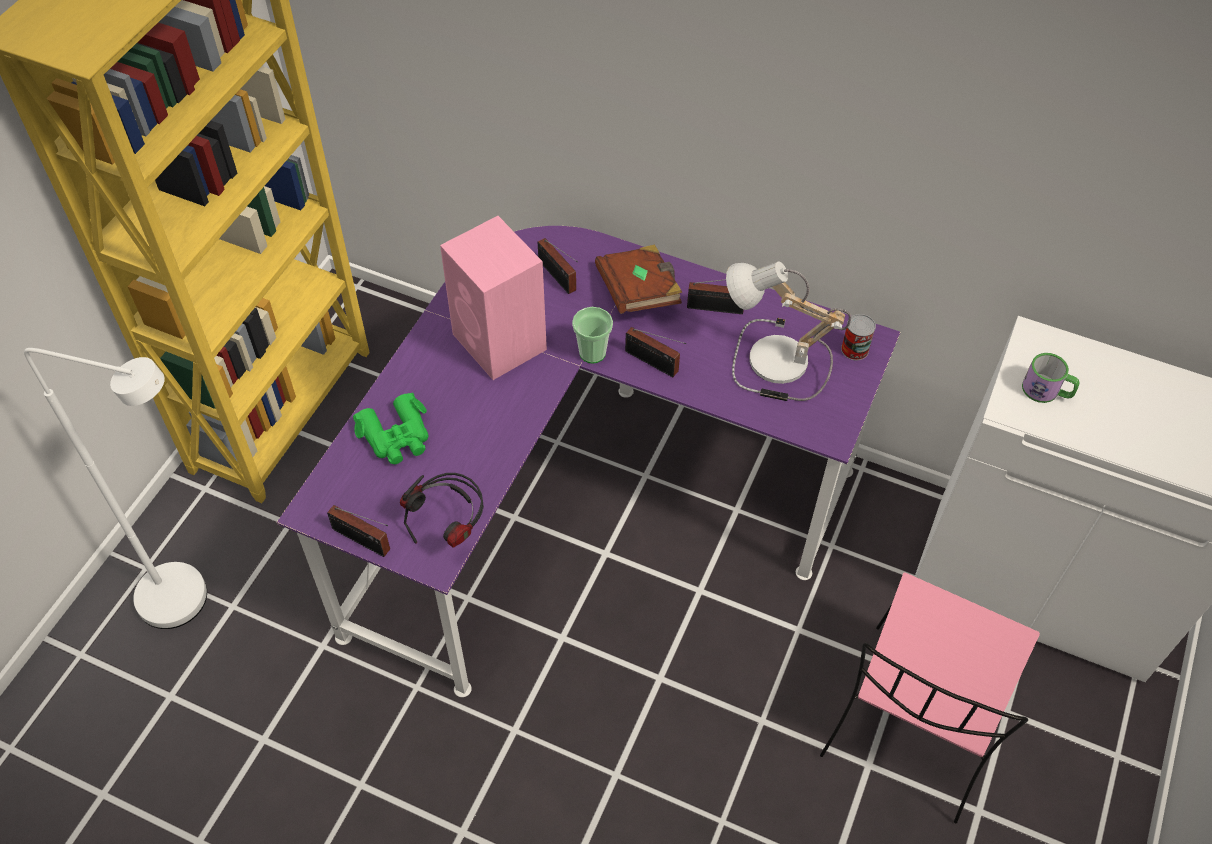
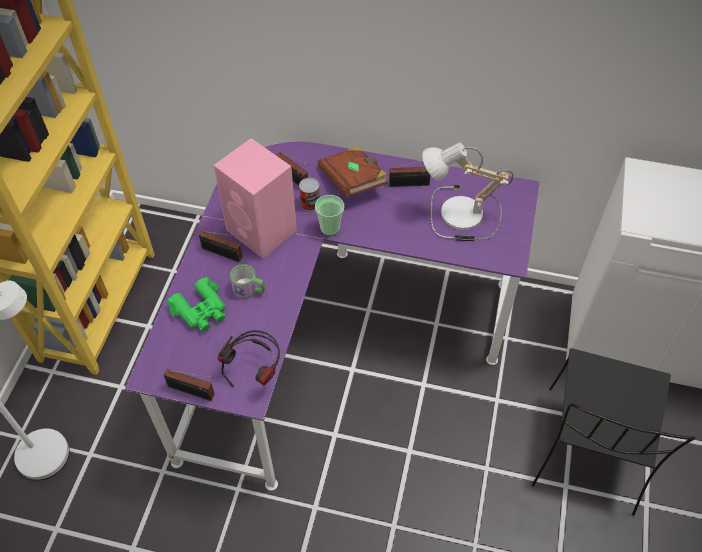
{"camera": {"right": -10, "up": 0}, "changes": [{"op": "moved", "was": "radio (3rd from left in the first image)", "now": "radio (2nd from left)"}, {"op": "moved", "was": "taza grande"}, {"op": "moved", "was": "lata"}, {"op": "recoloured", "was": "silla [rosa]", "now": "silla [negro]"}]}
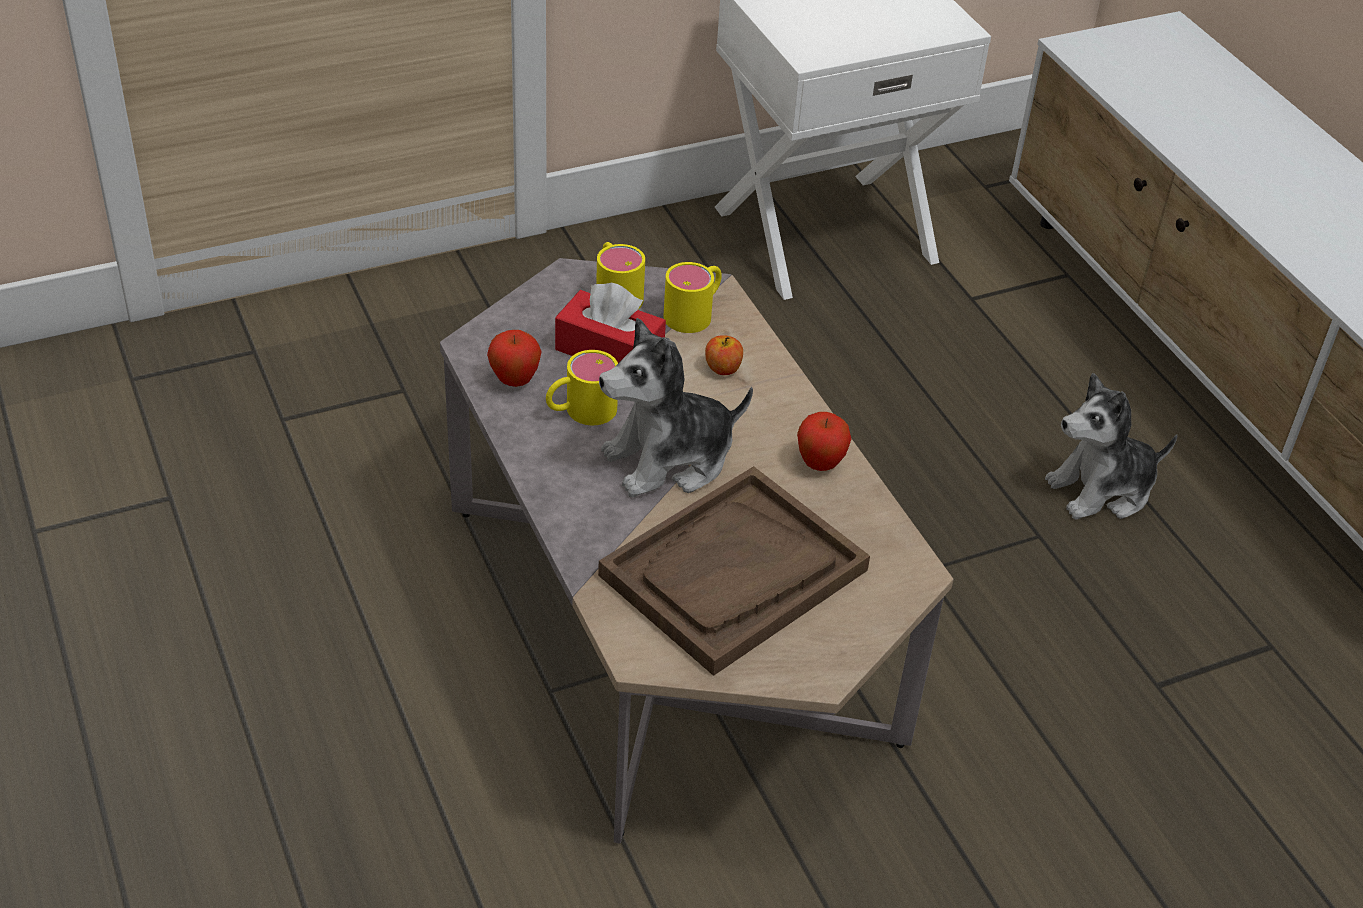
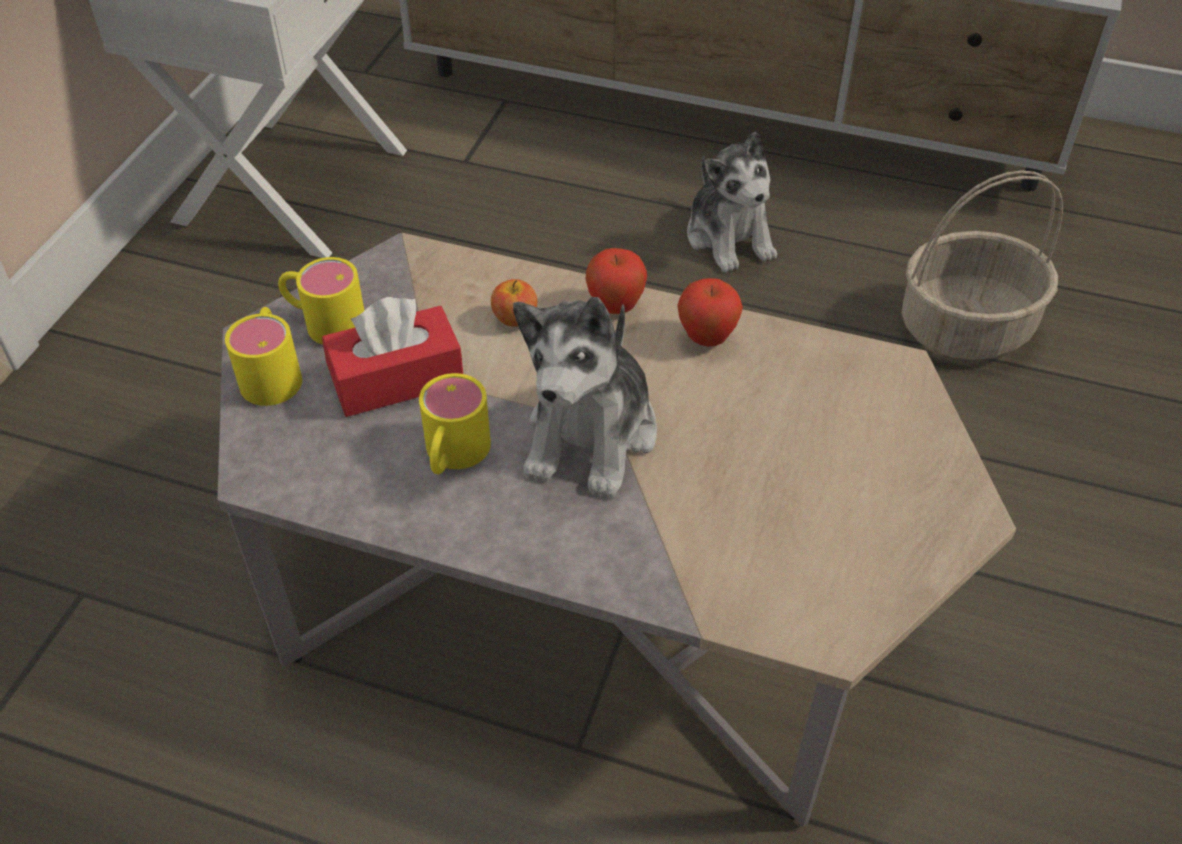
{"camera": {"right": -45, "up": 5}, "changes": [{"op": "moved", "was": "taza grande [amarillo] (3rd from left in the first image)", "now": "taza grande [amarillo] (1st from left)"}, {"op": "moved", "was": "manzana (1st from left in the first image)", "now": "manzana (2nd from left)"}, {"op": "turned", "was": "peluche (2nd from left)", "clockwise": -45}, {"op": "added", "now": "cesta"}, {"op": "removed", "was": "bandeja [marrón]"}]}
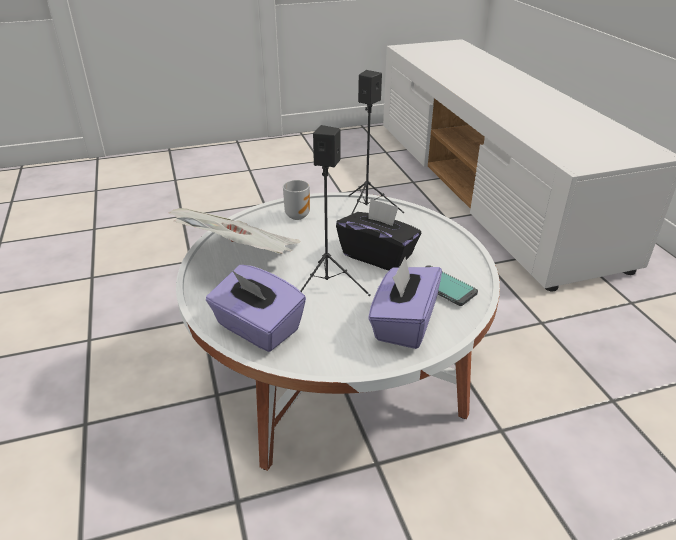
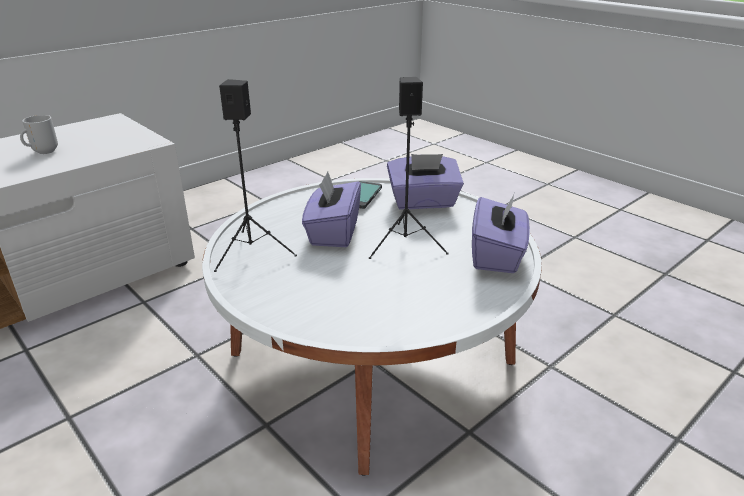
{"camera": {"right": -115, "up": -5}, "changes": [{"op": "moved", "was": "taza grande"}, {"op": "recoloured", "was": "caja de pañuelos [negro]", "now": "caja de pañuelos [morado] (1st from left)"}, {"op": "removed", "was": "periódico"}]}
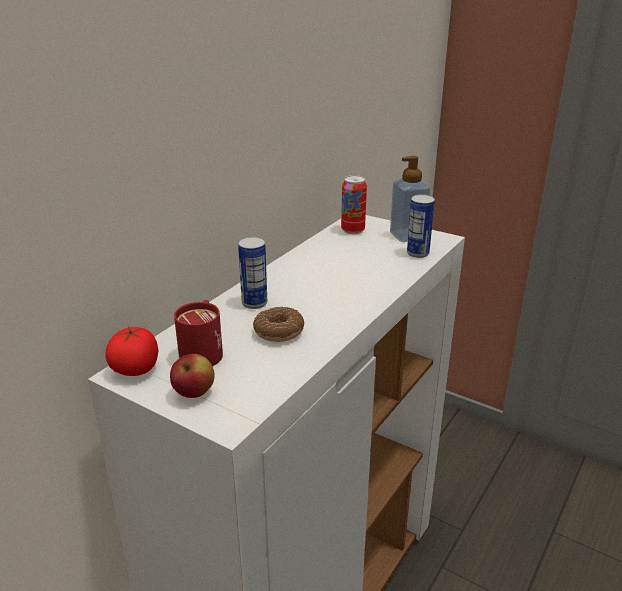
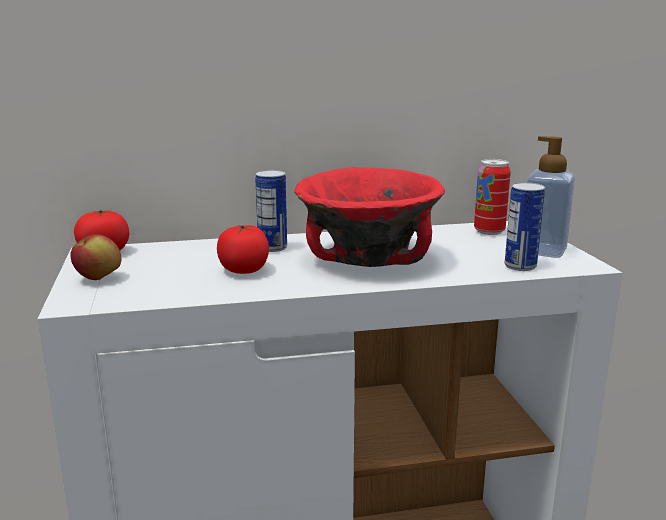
{"camera": {"right": 45, "up": -10}, "changes": [{"op": "replaced", "was": "rosquilla", "now": "tomate (2nd from left)"}, {"op": "added", "now": "cuenco [rojo]"}, {"op": "removed", "was": "taza grande [rojo]"}]}
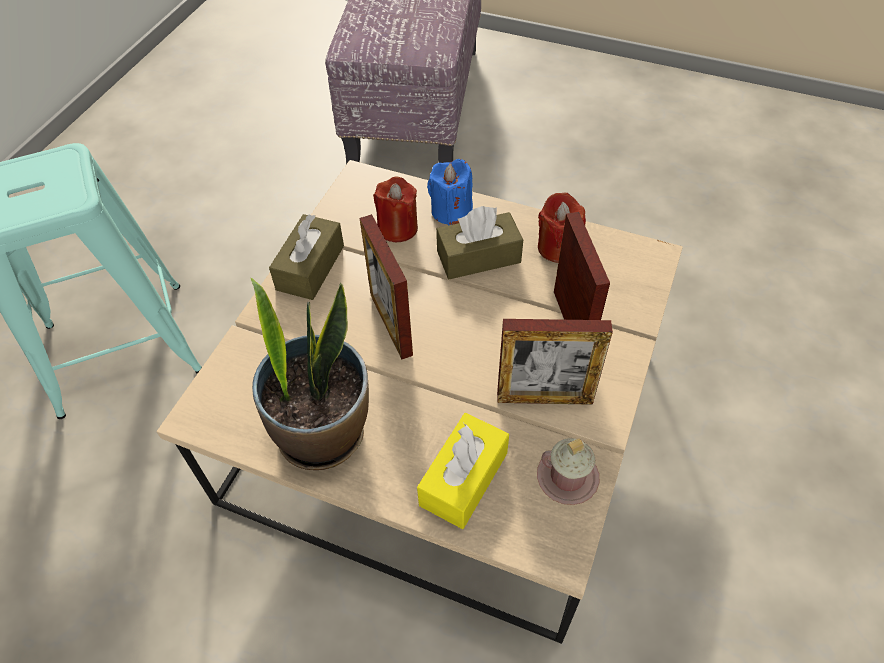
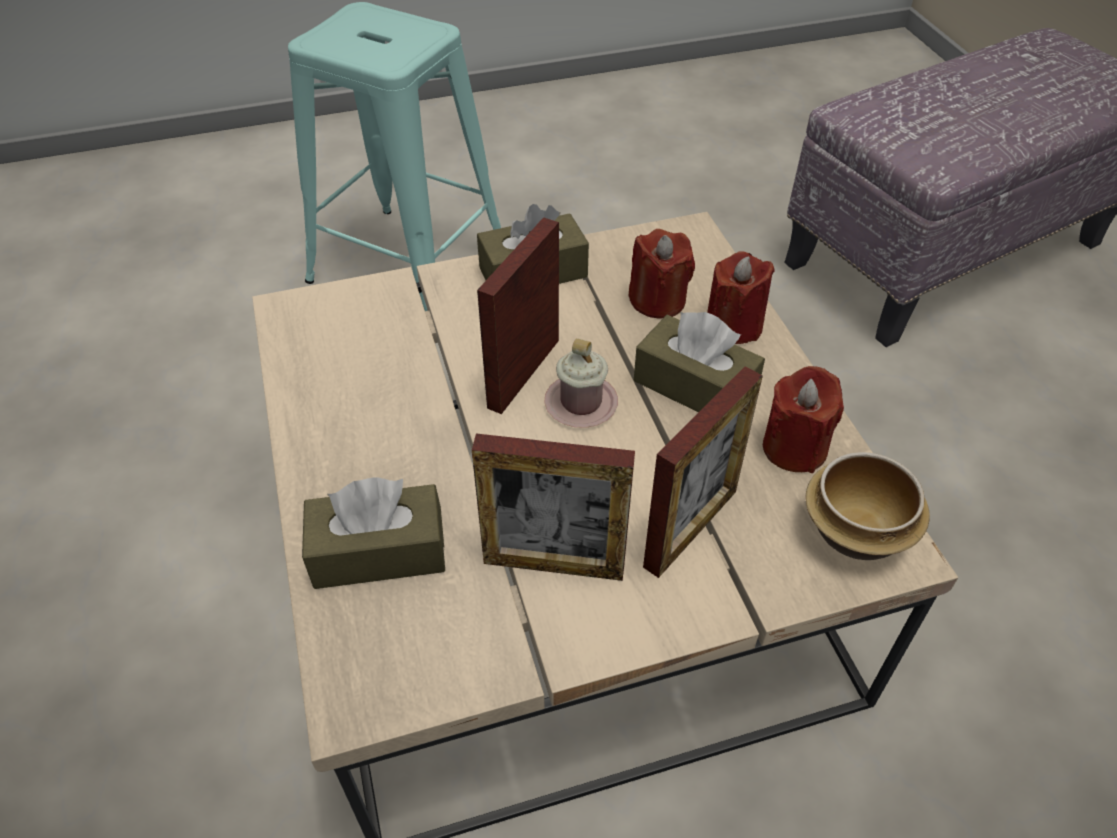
{"camera": {"right": 50, "up": -5}, "changes": [{"op": "recoloured", "was": "caja de pañuelos [amarillo]", "now": "caja de pañuelos [marrón] (1st from left)"}, {"op": "turned", "was": "portarretratos (2nd from left)", "clockwise": -45}, {"op": "moved", "was": "taza grande [rosa]"}, {"op": "recoloured", "was": "vela [azul]", "now": "vela [rojo] (2nd from left)"}, {"op": "added", "now": "cuenco"}, {"op": "removed", "was": "planta en maceta"}]}
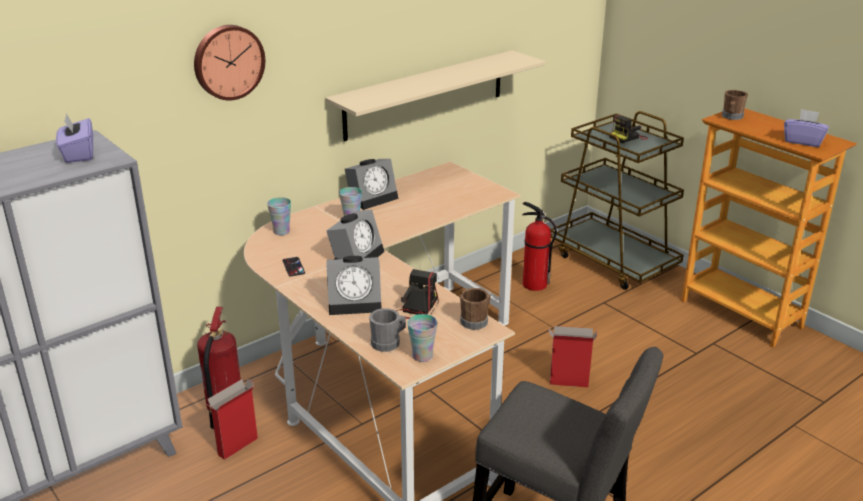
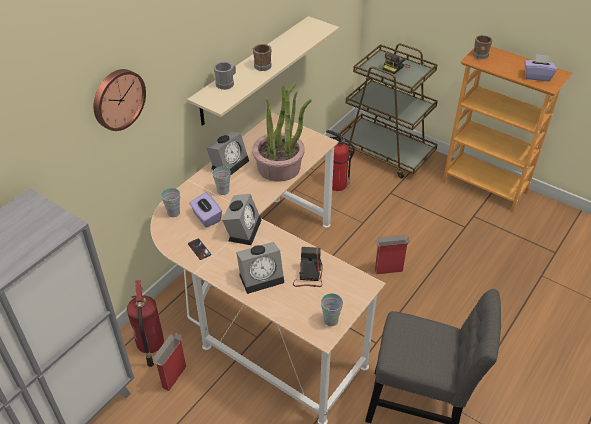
{"camera": {"right": -15, "up": 15}, "changes": [{"op": "moved", "was": "caja de pañuelos [morado] (1st from left)"}, {"op": "moved", "was": "taza grande [gris]"}, {"op": "added", "now": "planta en maceta"}, {"op": "moved", "was": "taza grande [marrón] (1st from left)"}]}
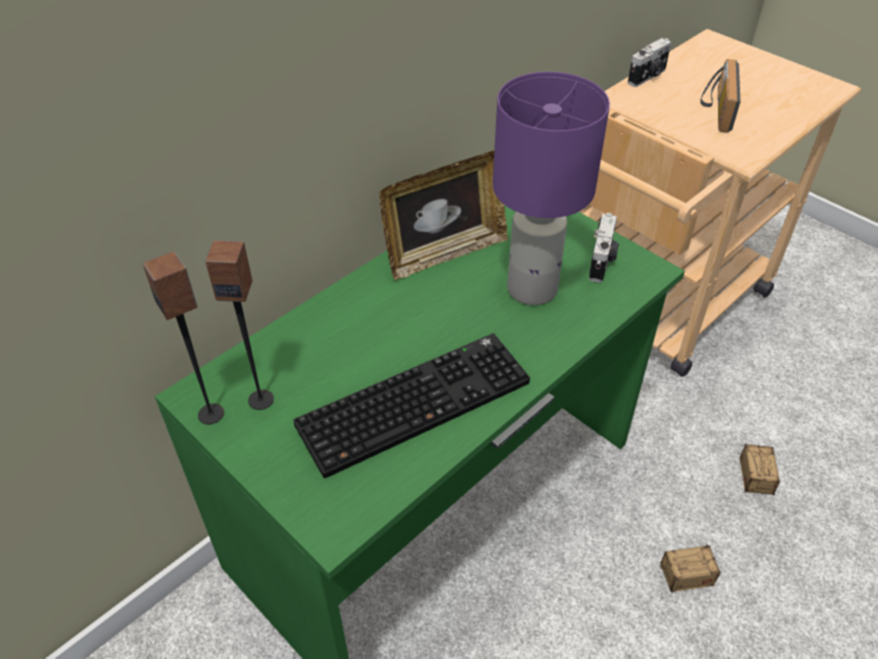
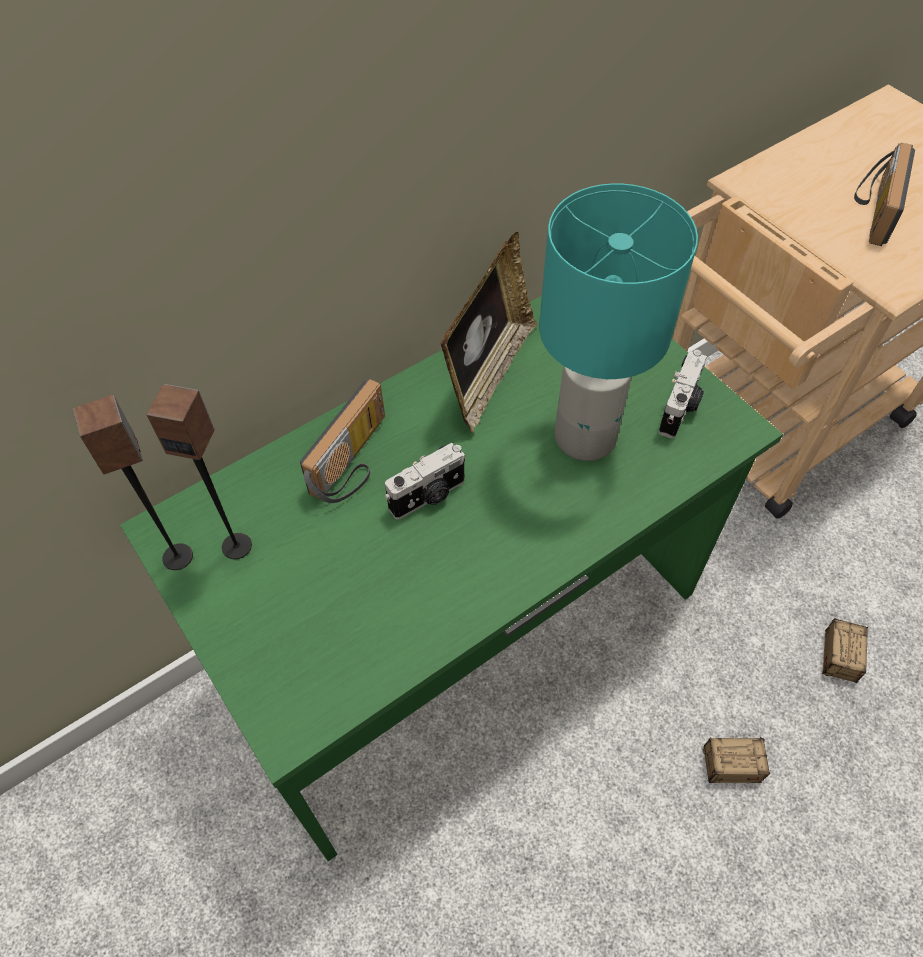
{"camera": {"right": 10, "up": 10}, "changes": [{"op": "added", "now": "radio (1st from left)"}, {"op": "moved", "was": "cámara (2nd from left in the first image)", "now": "cámara (1st from left)"}, {"op": "turned", "was": "portarretratos", "clockwise": -45}, {"op": "recoloured", "was": "lámpara de mesa [morado]", "now": "lámpara de mesa [turquesa]"}, {"op": "removed", "was": "teclado"}]}
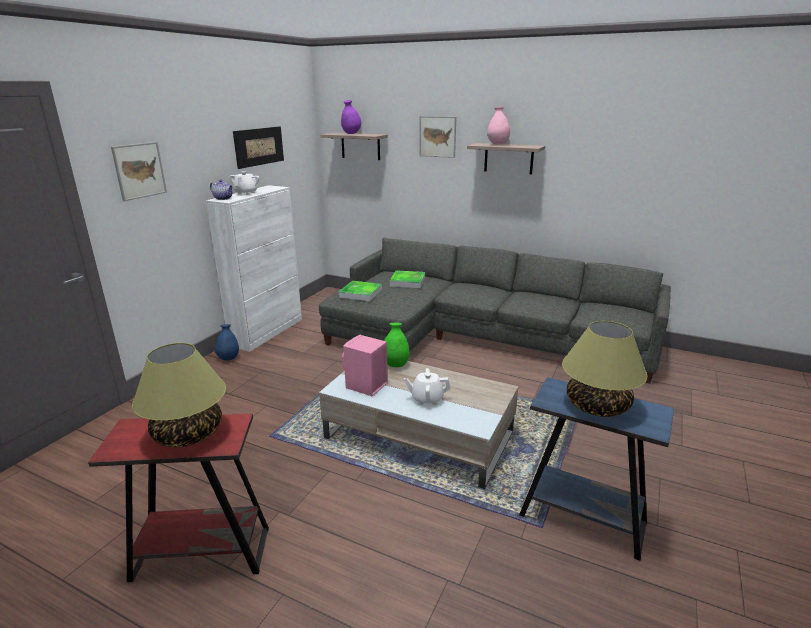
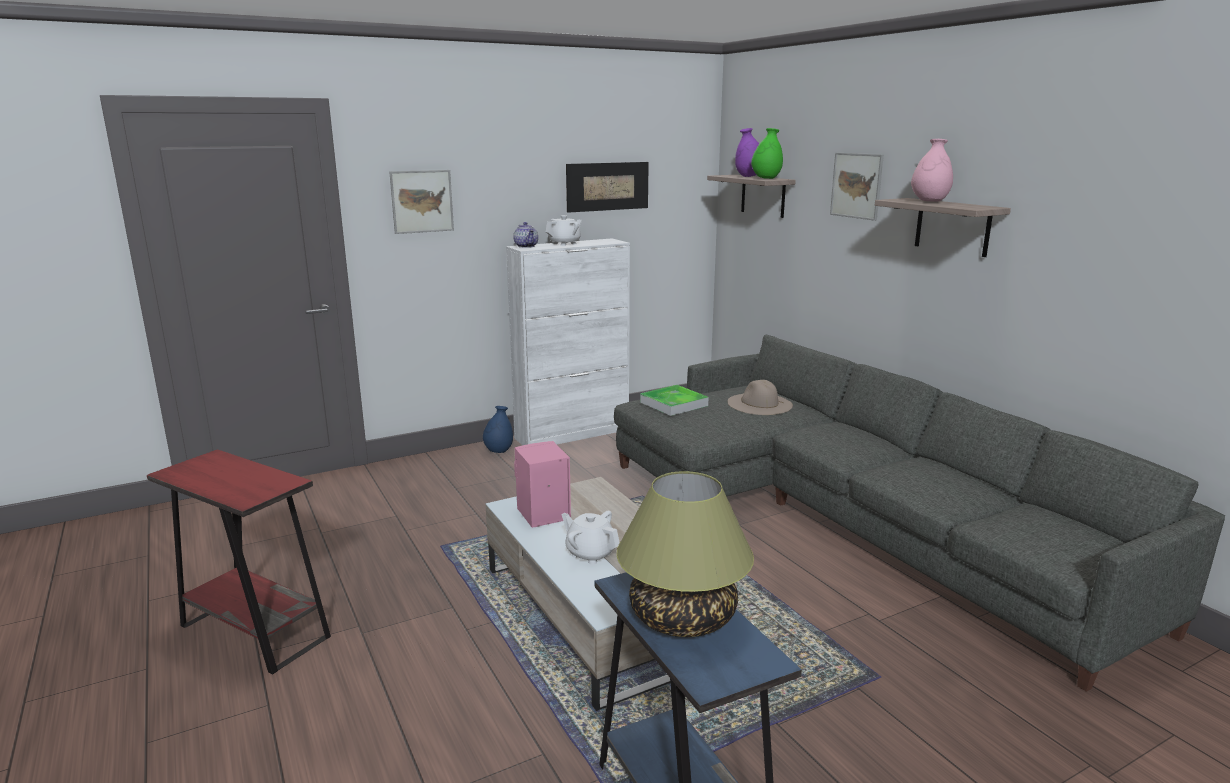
{"camera": {"right": 35, "up": -5}, "changes": [{"op": "replaced", "was": "bandeja (2nd from left)", "now": "sombrero [beis]"}, {"op": "moved", "was": "florero [verde]"}, {"op": "removed", "was": "lámpara de mesa (1st from left)"}]}
